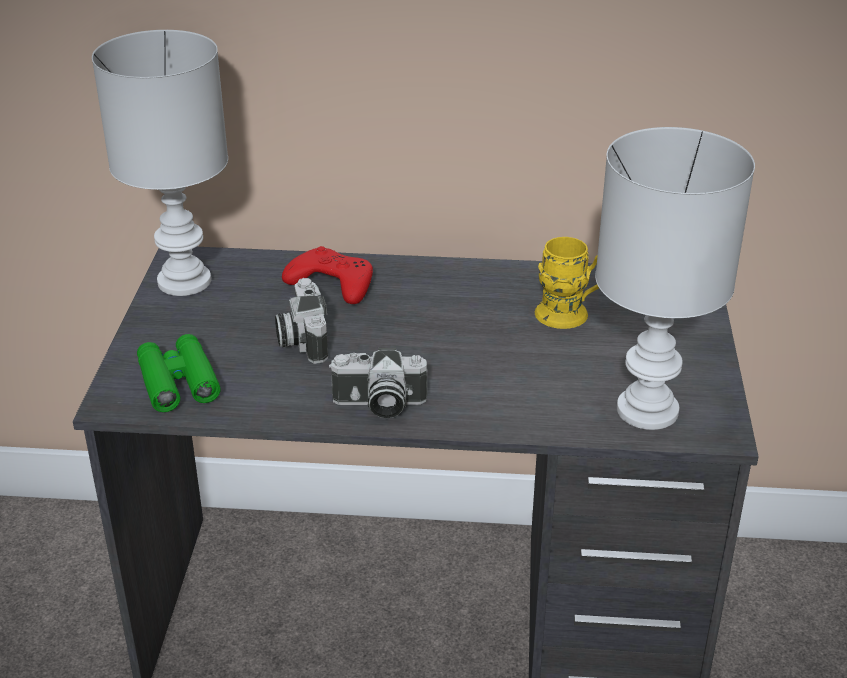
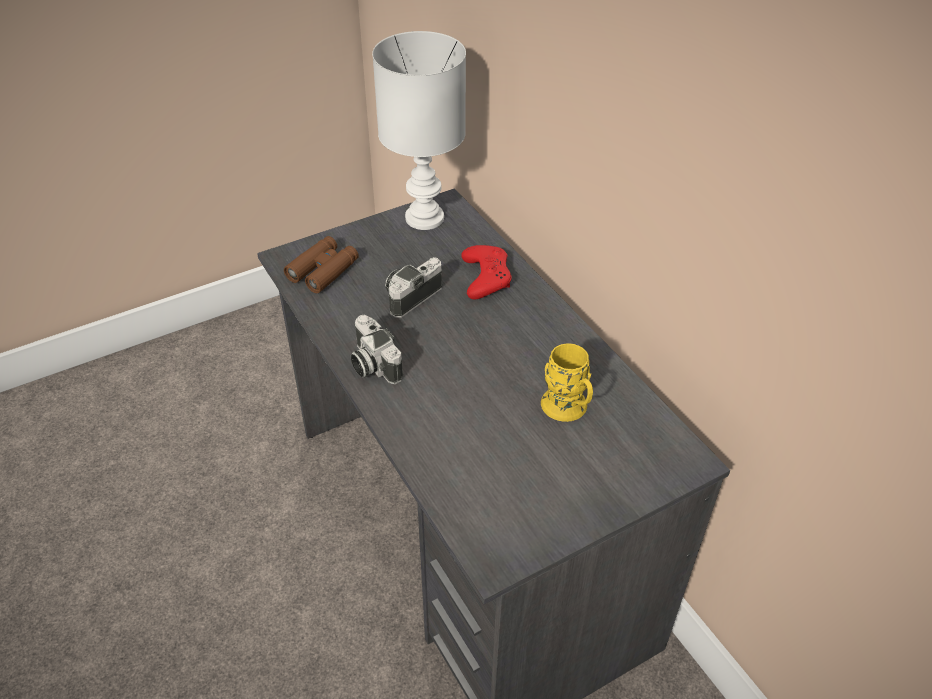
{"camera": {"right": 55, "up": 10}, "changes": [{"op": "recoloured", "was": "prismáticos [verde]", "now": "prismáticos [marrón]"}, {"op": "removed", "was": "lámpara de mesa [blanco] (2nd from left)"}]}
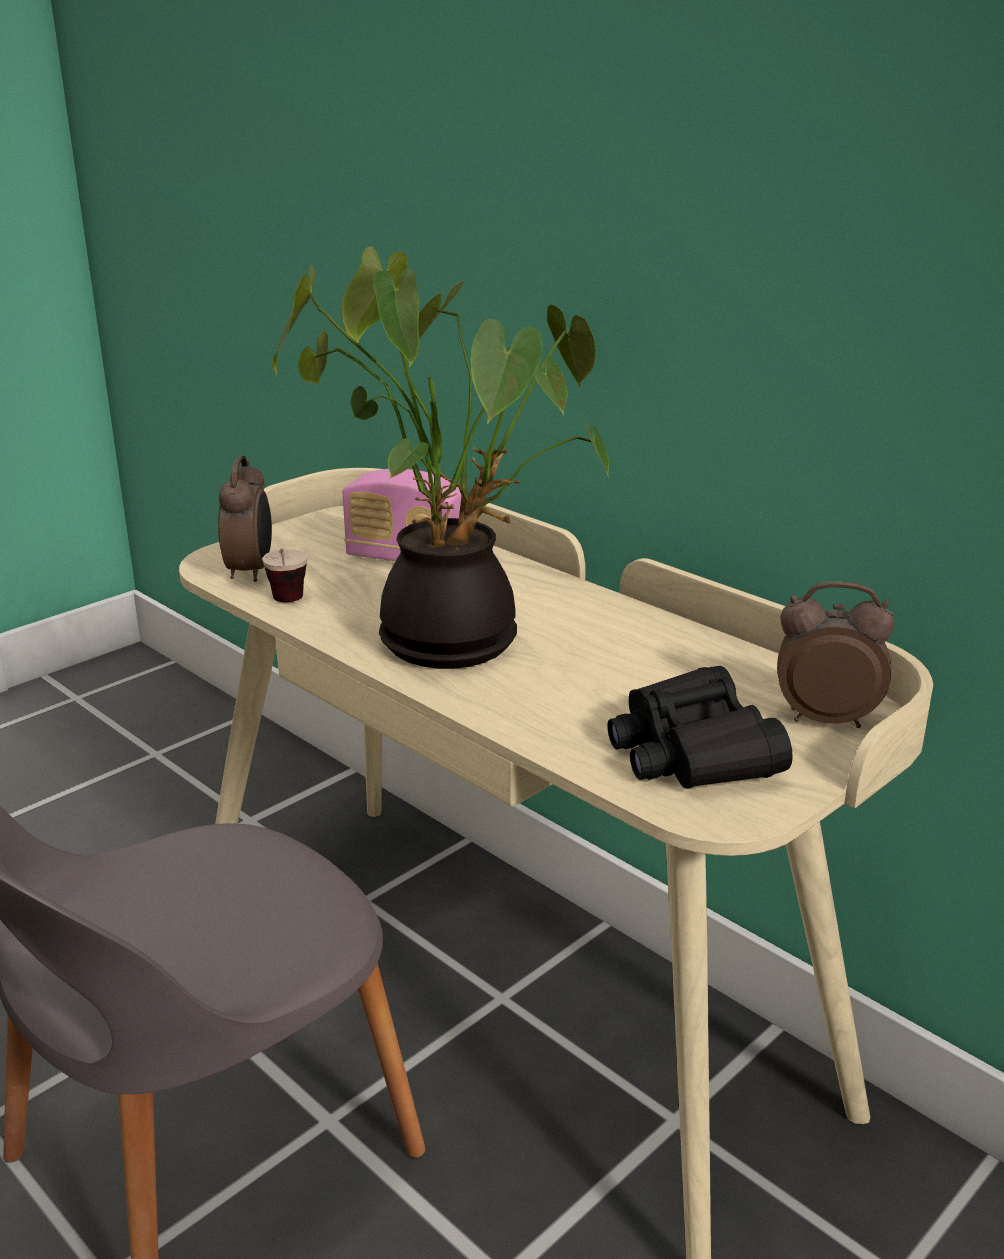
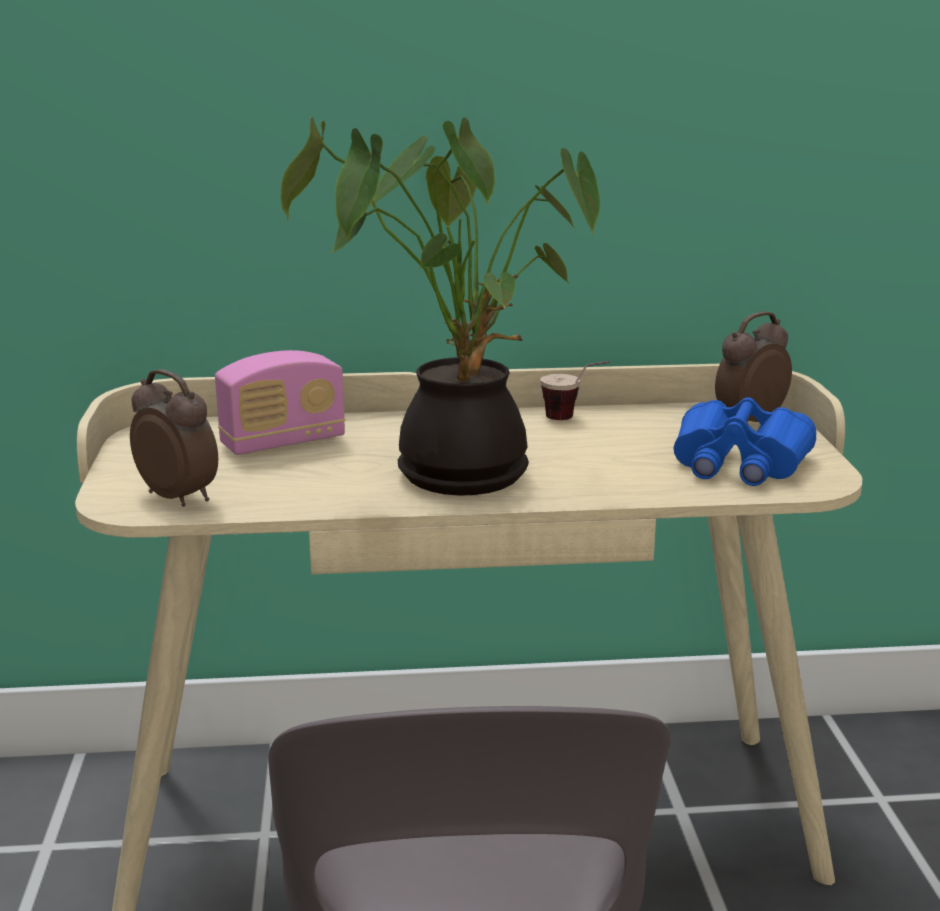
{"camera": {"right": -50, "up": -5}, "changes": [{"op": "moved", "was": "taza"}, {"op": "recoloured", "was": "prismáticos [negro]", "now": "prismáticos [azul]"}]}
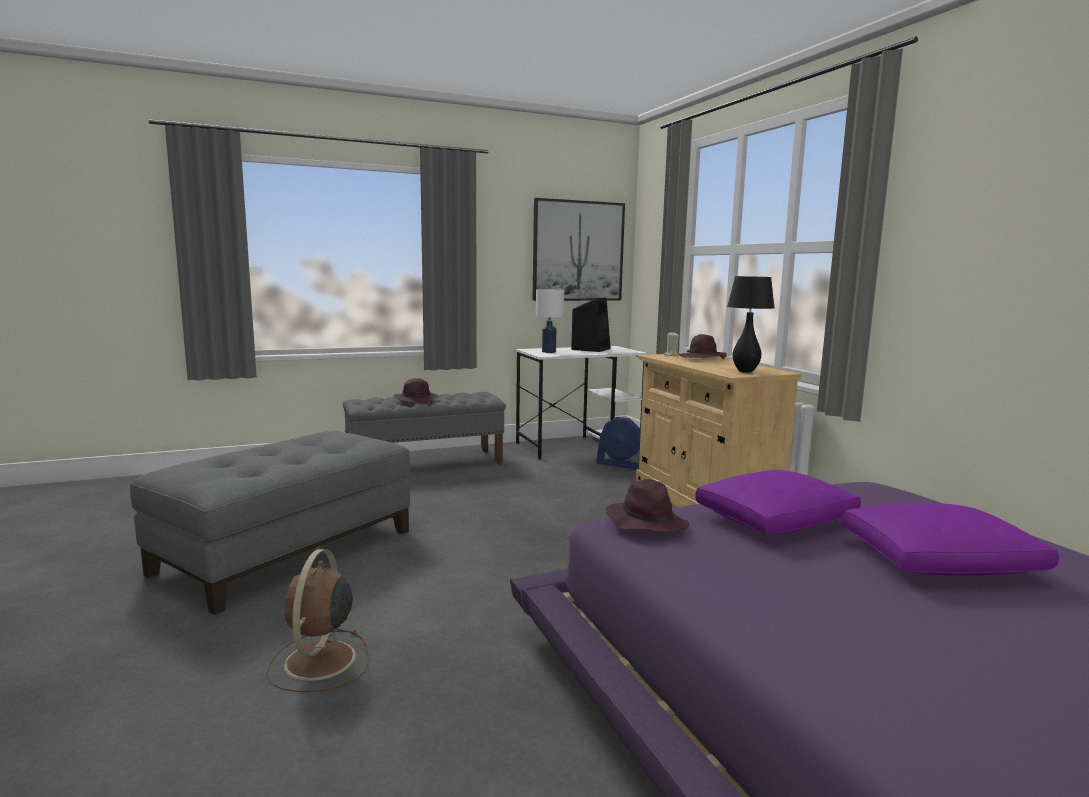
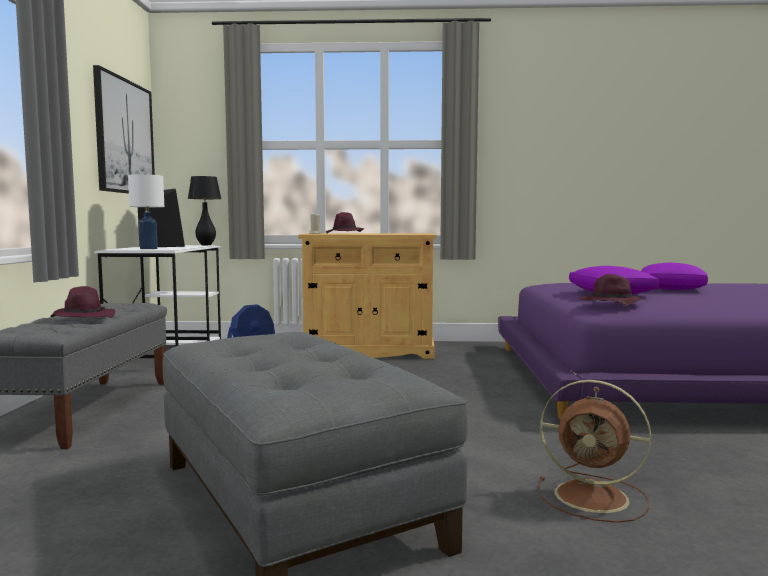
{"camera": {"right": -65, "up": -5}, "changes": [{"op": "moved", "was": "lámpara de mesa [negro]"}]}
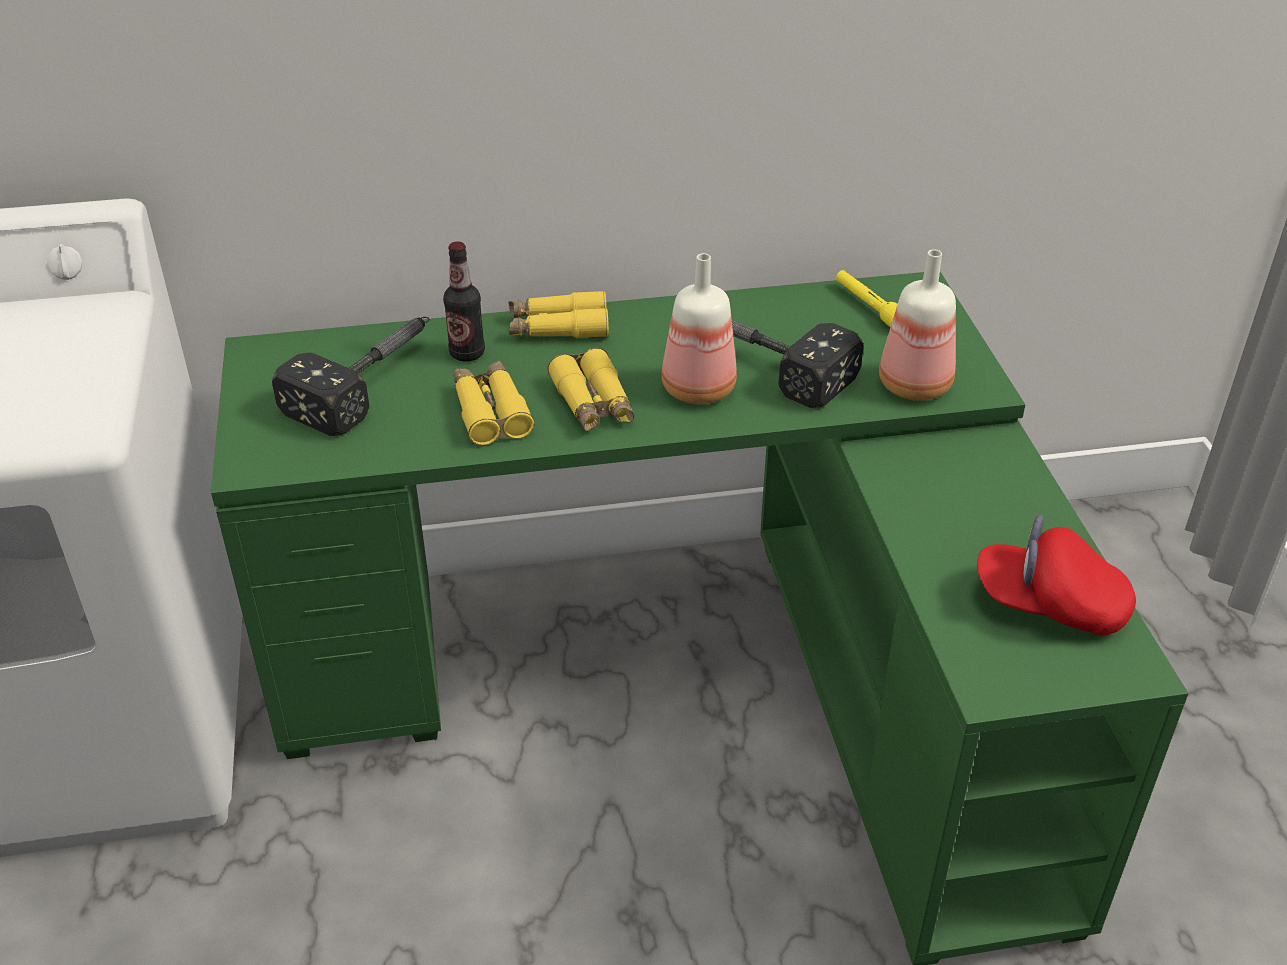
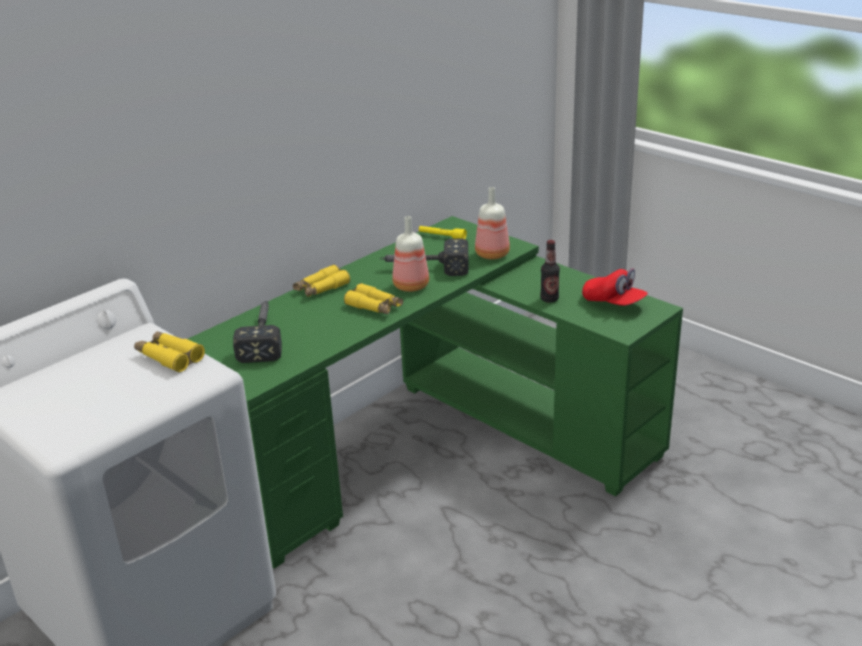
{"camera": {"right": -35, "up": -10}, "changes": [{"op": "moved", "was": "prismáticos [amarillo] (1st from left)"}, {"op": "moved", "was": "botella (1st from left in the first image)", "now": "botella (3rd from left)"}, {"op": "turned", "was": "gorra [rojo]", "clockwise": -120}]}
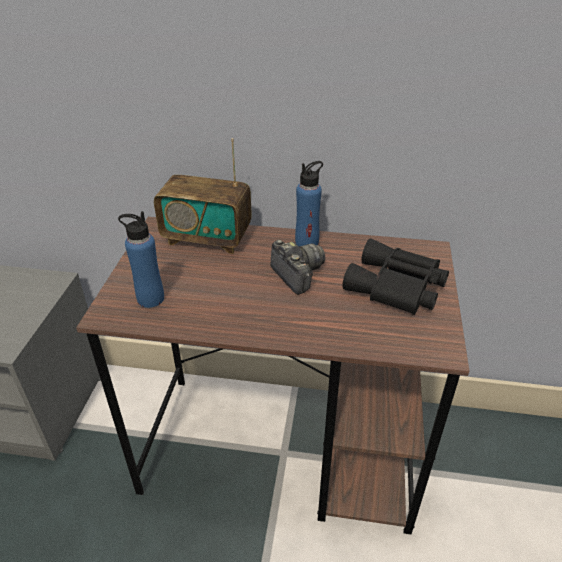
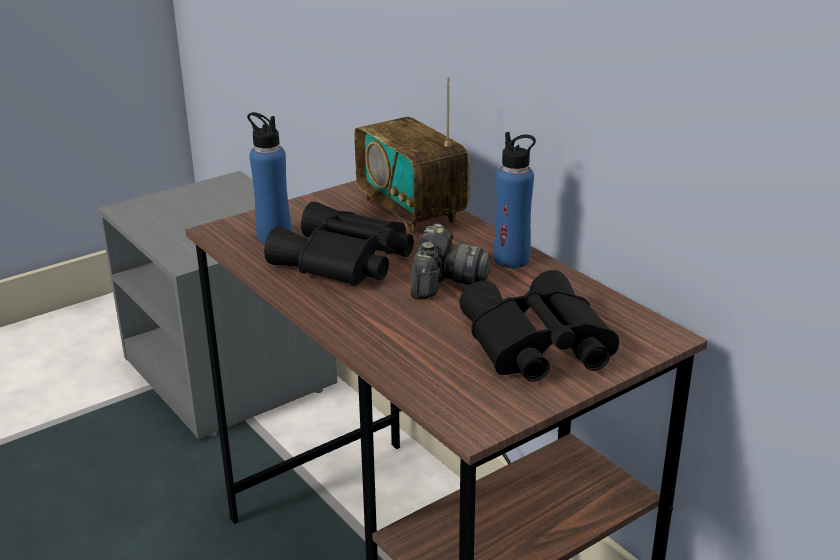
{"camera": {"right": 45, "up": -10}, "changes": [{"op": "added", "now": "prismáticos [negro] (1st from left)"}]}
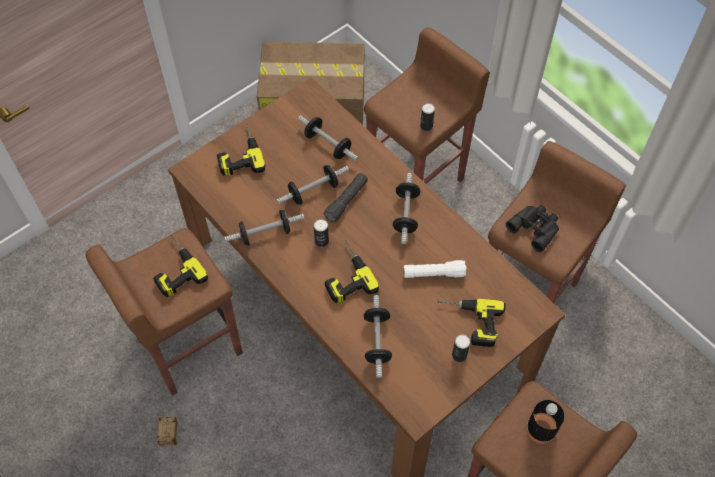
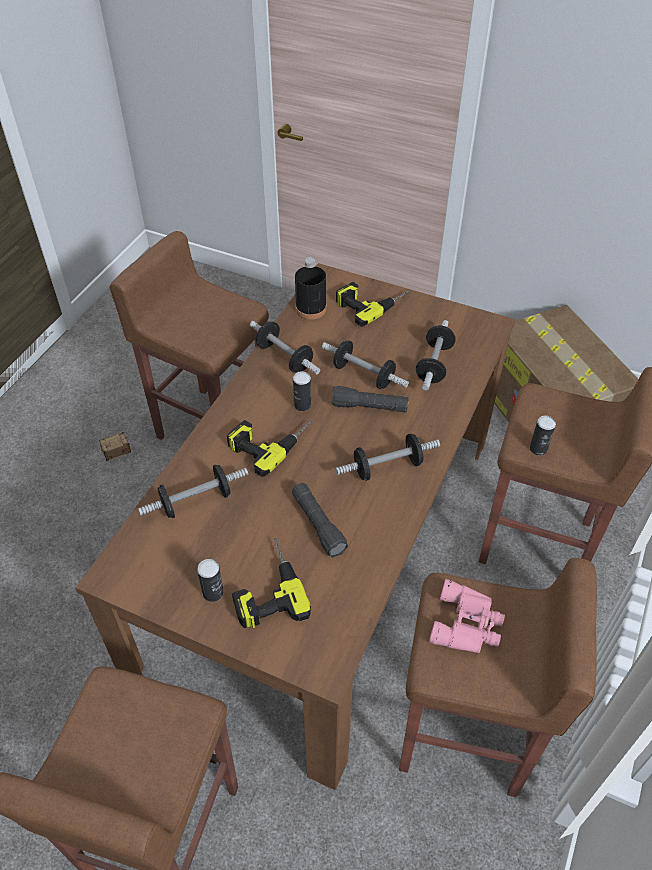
{"camera": {"right": 65, "up": -10}, "changes": [{"op": "recoloured", "was": "linterna [blanco]", "now": "linterna [negro] (1st from left)"}, {"op": "moved", "was": "botella [negro]"}, {"op": "recoloured", "was": "prismáticos [negro]", "now": "prismáticos [rosa]"}, {"op": "removed", "was": "taladro (1st from left)"}]}
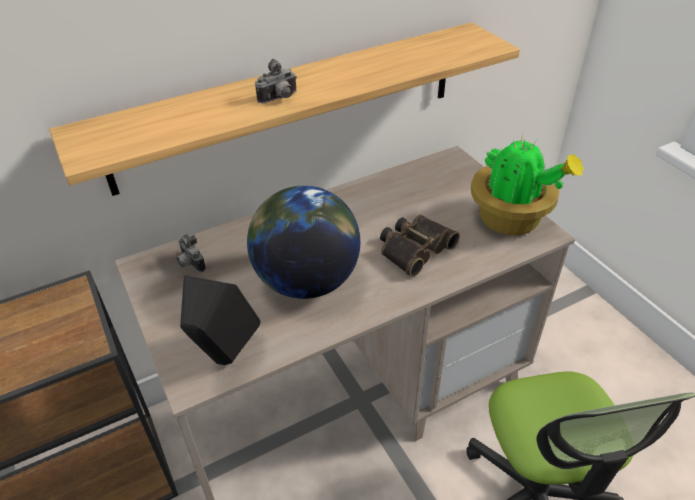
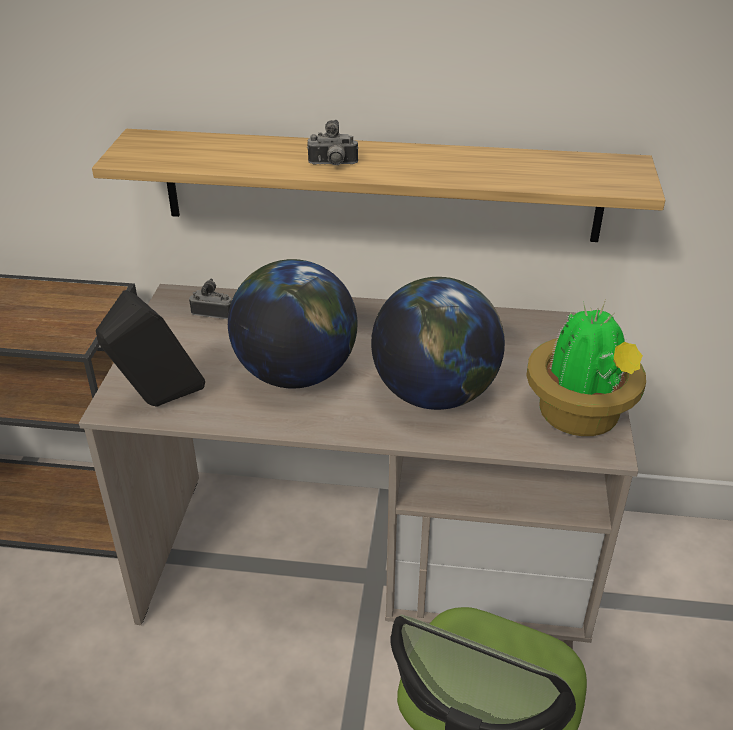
{"camera": {"right": 35, "up": -5}, "changes": [{"op": "turned", "was": "cámara (1st from left)", "clockwise": 105}, {"op": "replaced", "was": "prismáticos", "now": "globo terráqueo (2nd from left)"}]}
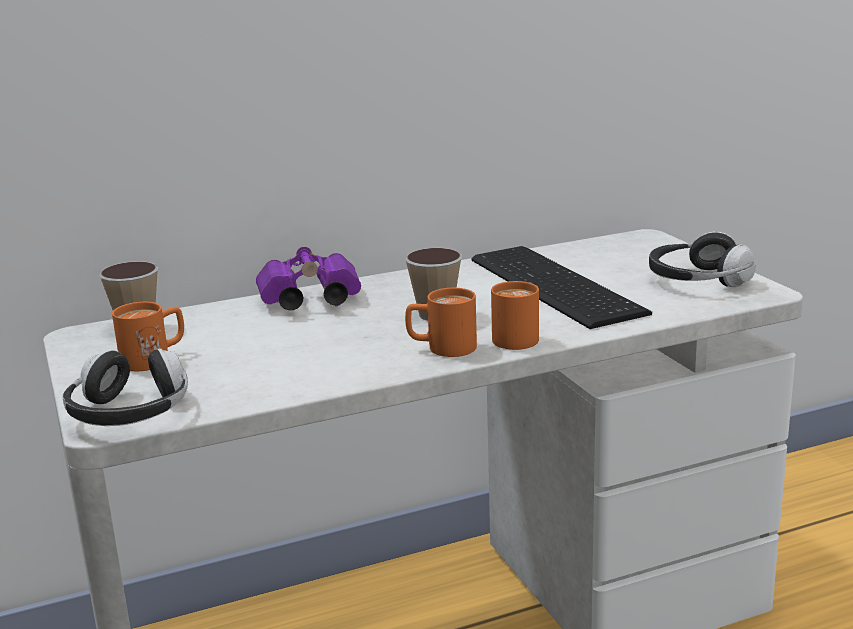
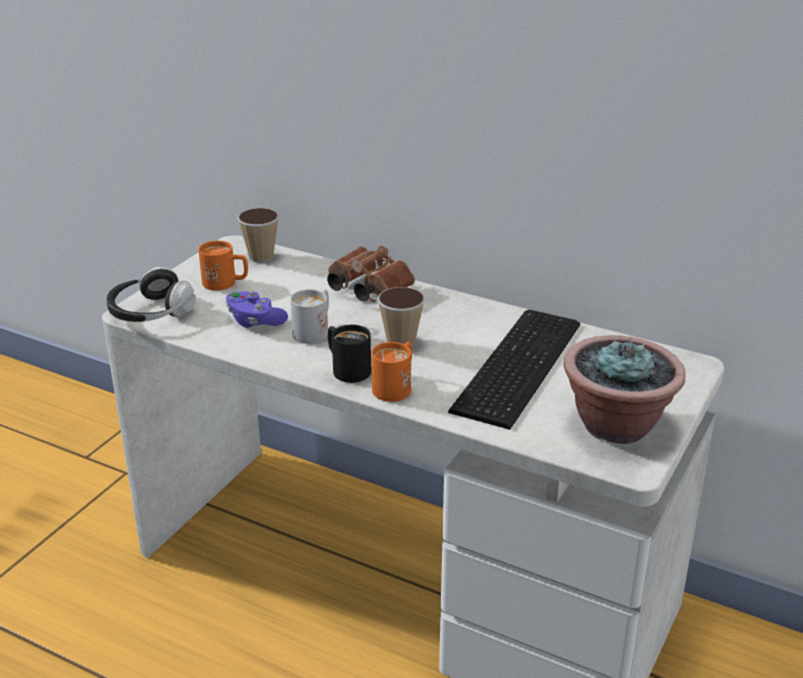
{"camera": {"right": 50, "up": 10}, "changes": [{"op": "added", "now": "mando de consola [morado]"}, {"op": "added", "now": "taza grande [blanco]"}, {"op": "recoloured", "was": "prismáticos [morado]", "now": "prismáticos [marrón]"}, {"op": "recoloured", "was": "taza grande [naranja] (2nd from left)", "now": "taza grande [negro]"}, {"op": "replaced", "was": "auriculares (2nd from left)", "now": "planta en maceta"}]}
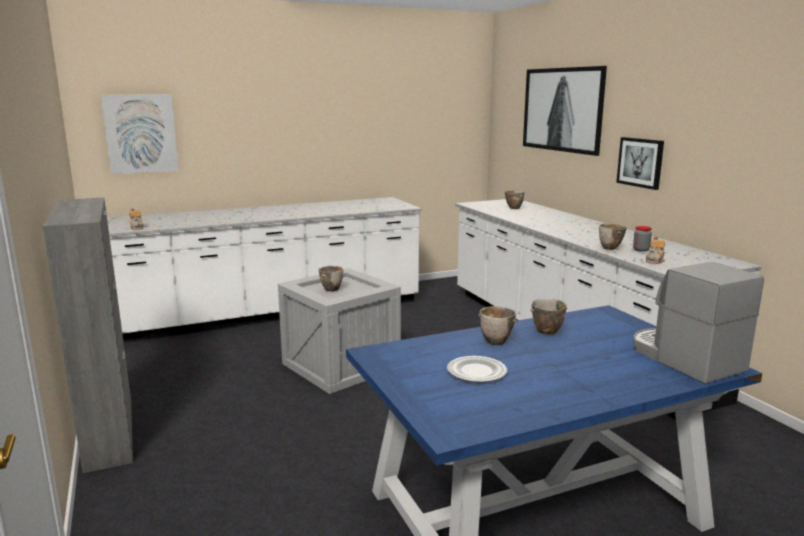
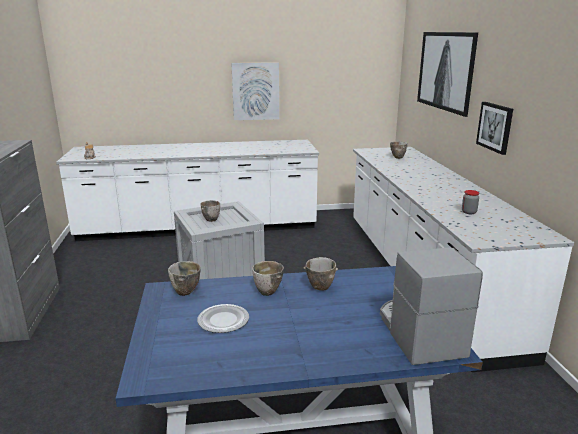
{"camera": {"right": 15, "up": 5}, "changes": [{"op": "moved", "was": "cuenco (5th from left in the first image)", "now": "cuenco (1st from left)"}, {"op": "moved", "was": "cuadro (1st from left)"}, {"op": "removed", "was": "tetera (2nd from left)"}]}
